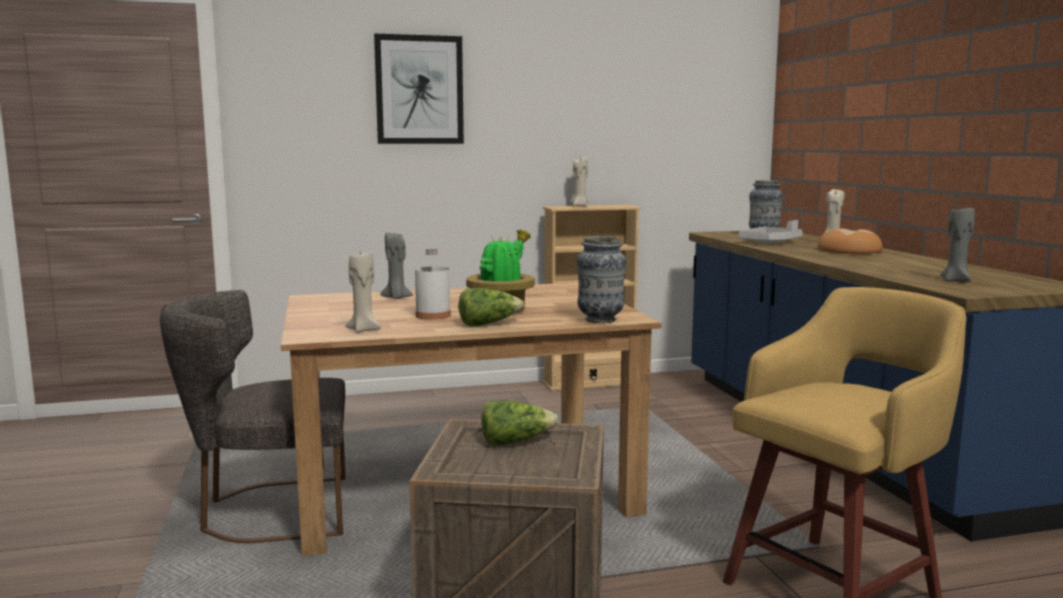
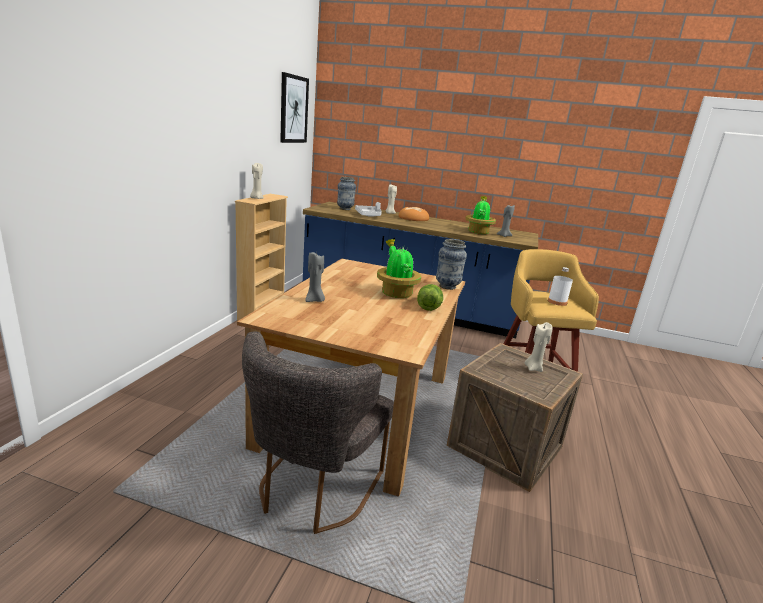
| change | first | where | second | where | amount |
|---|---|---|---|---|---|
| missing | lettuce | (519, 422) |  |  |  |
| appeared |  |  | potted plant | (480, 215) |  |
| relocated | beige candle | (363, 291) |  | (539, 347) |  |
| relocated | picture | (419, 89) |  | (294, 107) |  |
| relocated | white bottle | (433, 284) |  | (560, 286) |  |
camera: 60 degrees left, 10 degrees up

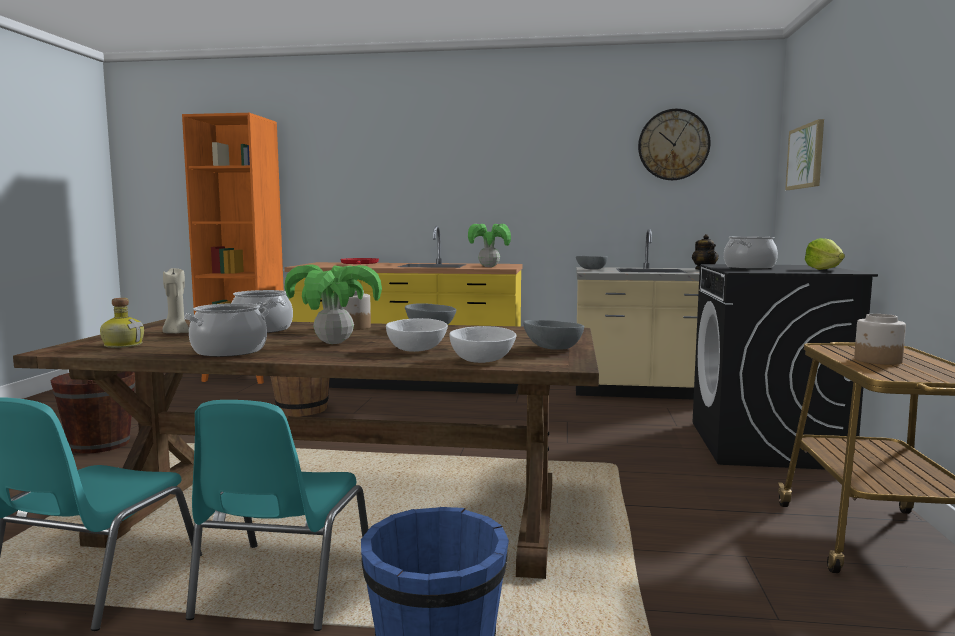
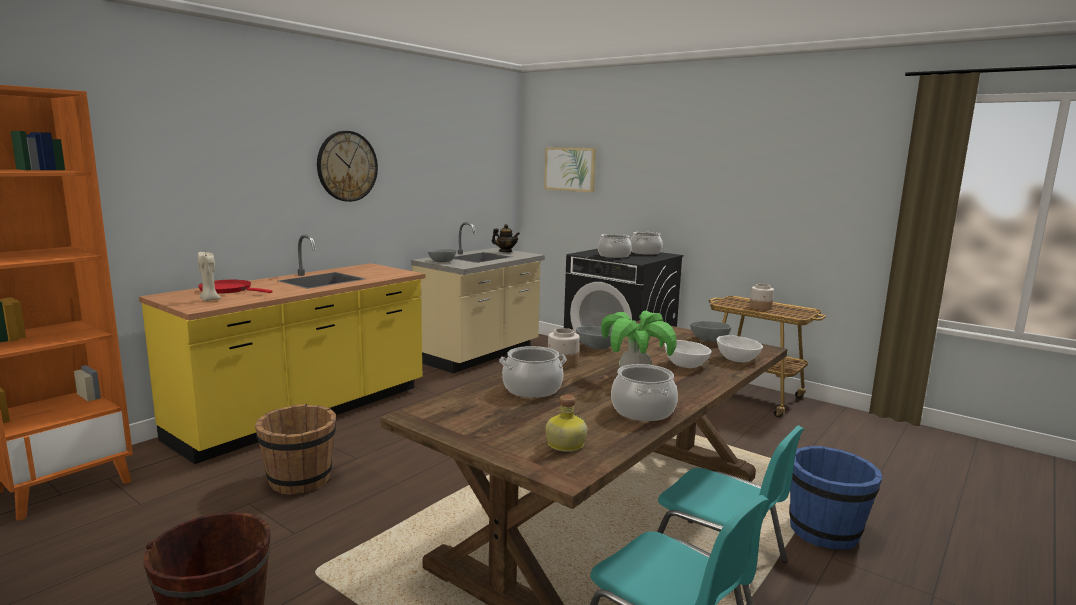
| change | first | where | second | where | amount |
|---|---|---|---|---|---|
| missing | potted plant | (489, 245) |  |  |  |
| relocated | beige candle | (175, 300) |  | (209, 276) |  |
| relocated | wall clock | (674, 144) |  | (347, 166) |  |
| exchanged | lettuce | (825, 254) | cooking pot | (646, 243) |  |
camera: 60 degrees left, 5 degrees up

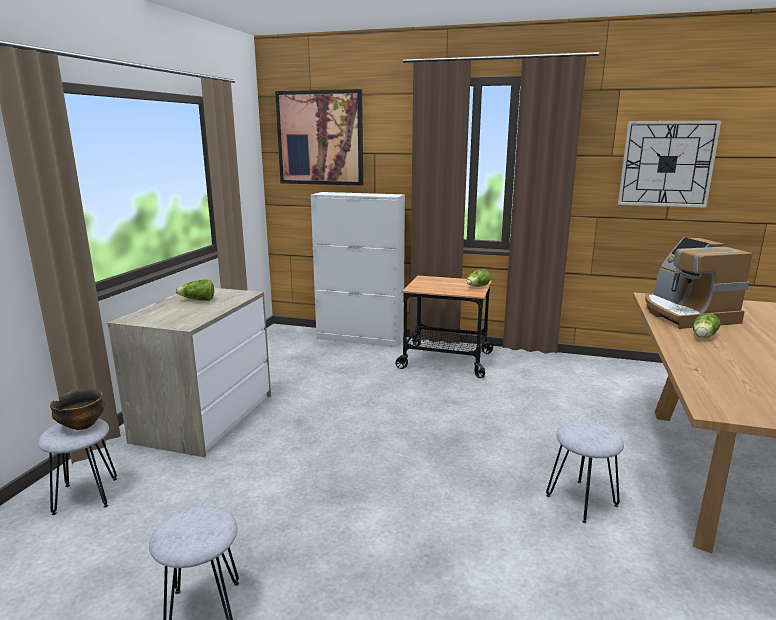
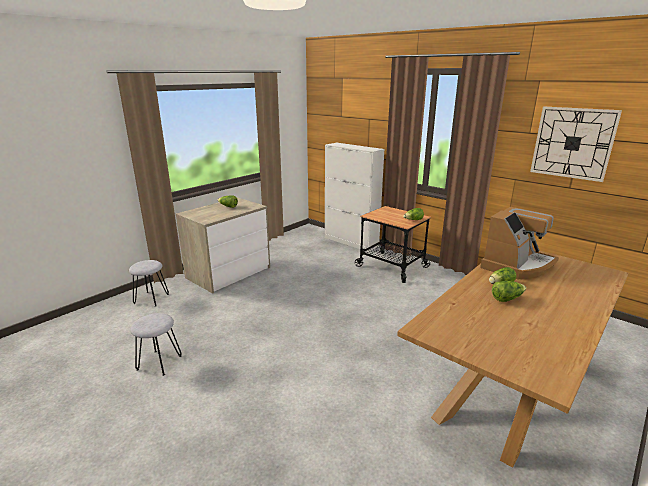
| change | first | where | second | where | amount |
|---|---|---|---|---|---|
| missing | bowl | (77, 409) |  |  |  |
| missing | picture | (319, 137) |  |  |  |
| missing | grey stool | (585, 472) |  |  |  |
| appeared |  |  | lettuce | (509, 291) |  |
| spun | coffee machine | (699, 283) |  | (519, 243) | 150 degrees counterclockwise |
camera: 25 degrees right, 5 degrees up

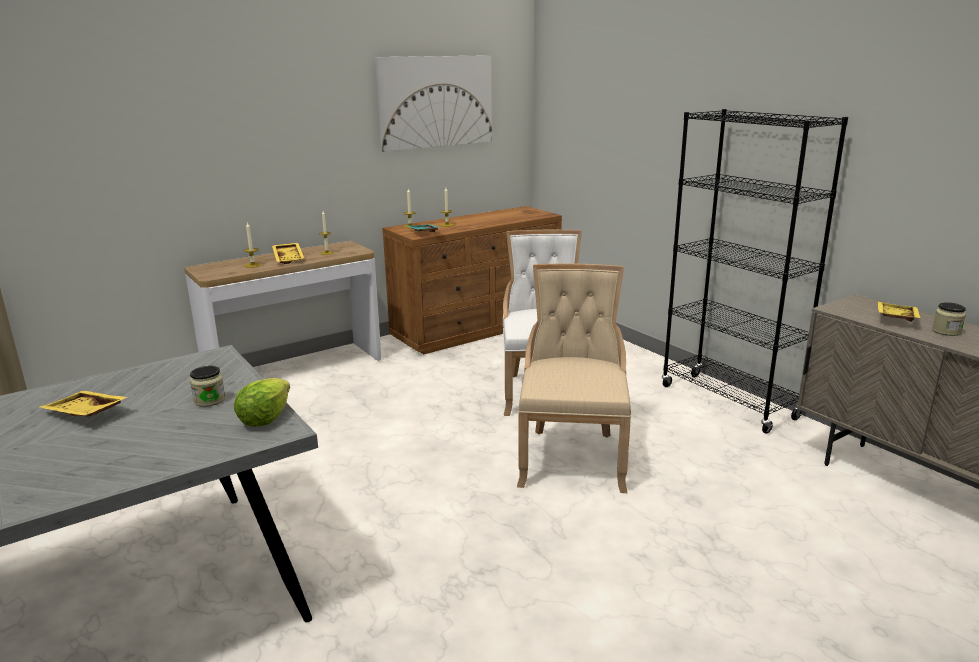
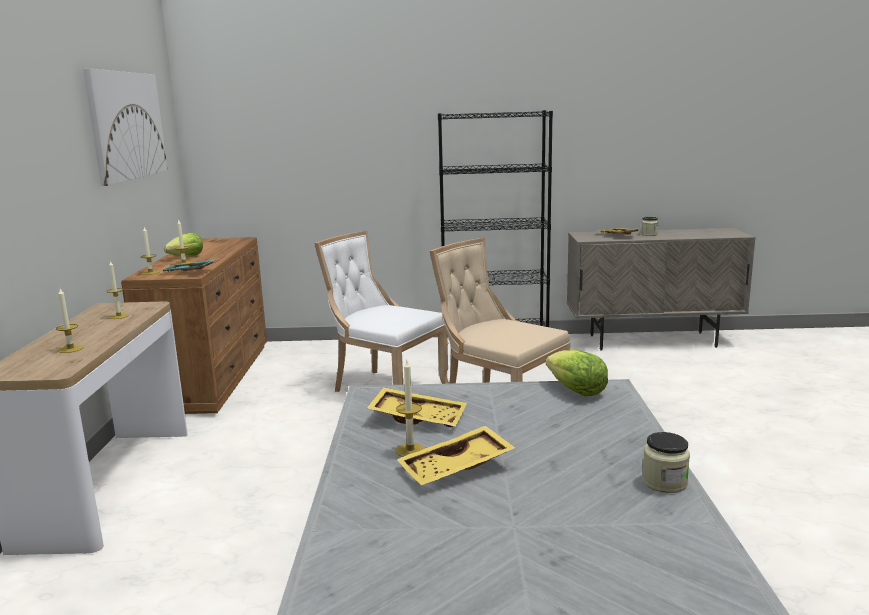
| change | first | where | second | where | amount |
|---|---|---|---|---|---|
| appeared |  |  | lettuce | (183, 245) |  |
| appeared |  |  | candle | (410, 408) |  |
| relocated | jar | (207, 386) |  | (666, 462) |  |
| relocated | yellow tray | (288, 253) |  | (417, 407) |  |
camera: 55 degrees left, 5 degrees down

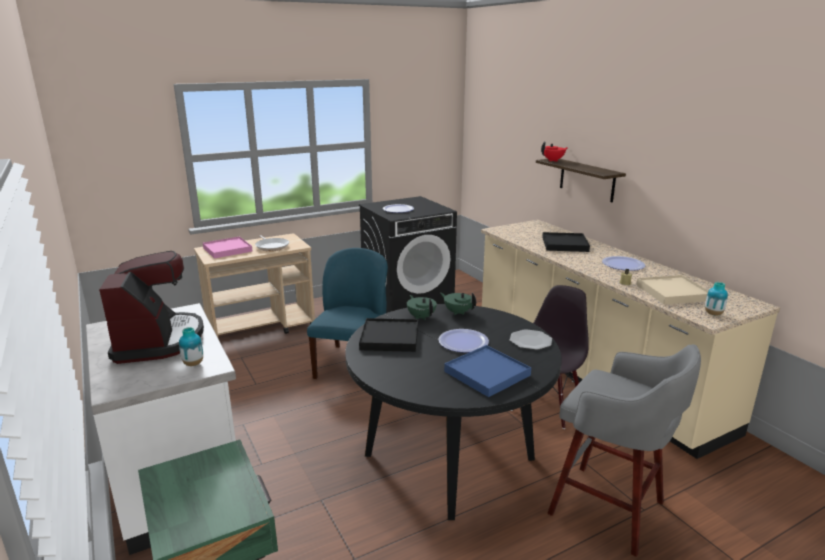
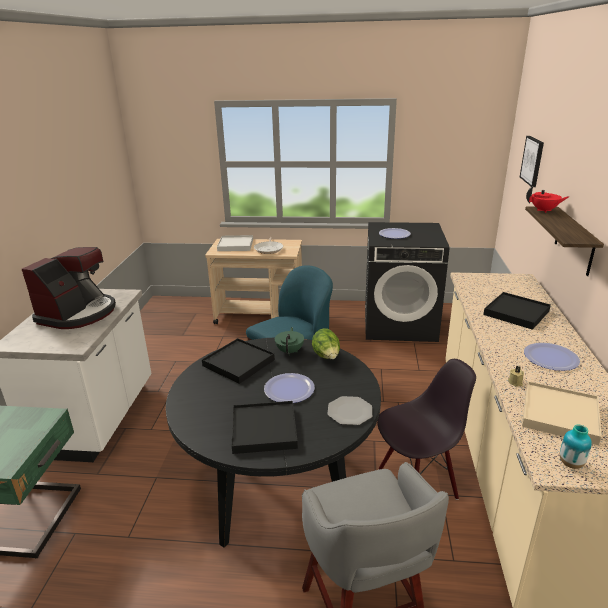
| change | first | where | second | where | amount |
|---|---|---|---|---|---|
| missing | vase | (191, 346) |  |  |  |
| appeared |  |  | picture | (532, 161) |  |
| exchanged | green teapot | (458, 304) | lettuce | (326, 343) |  |
| colour | pink tray | (228, 247) | white tray | (235, 243) |  |
| colour | blue tray | (487, 371) | black tray | (265, 427) |  |
camera: 35 degrees right, 5 degrees up

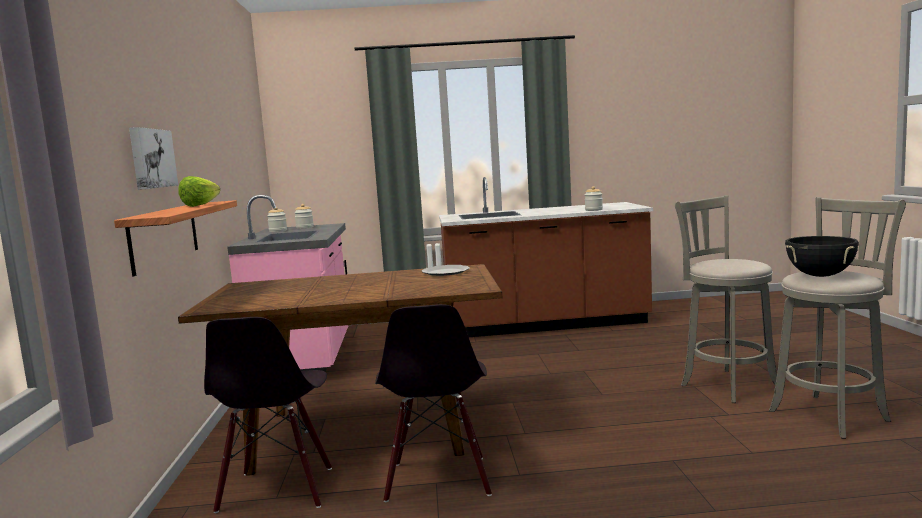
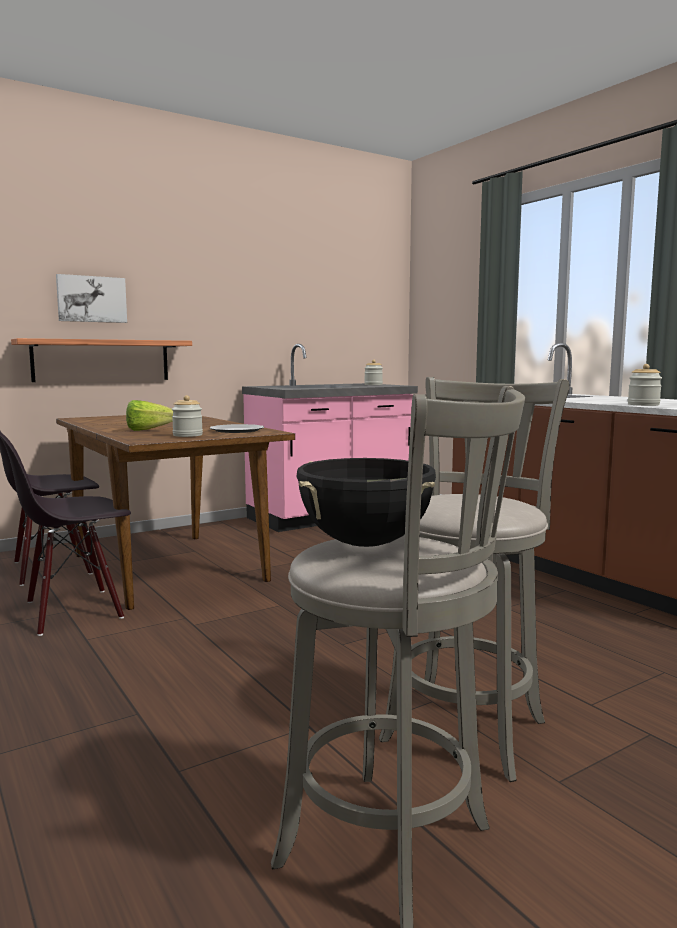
| change | first | where | second | where | amount |
|---|---|---|---|---|---|
| relocated | lettuce | (199, 191) |  | (149, 415) |  |
| relocated | jar | (277, 219) |  | (187, 416) |  |
camera: 60 degrees right, 0 degrees up

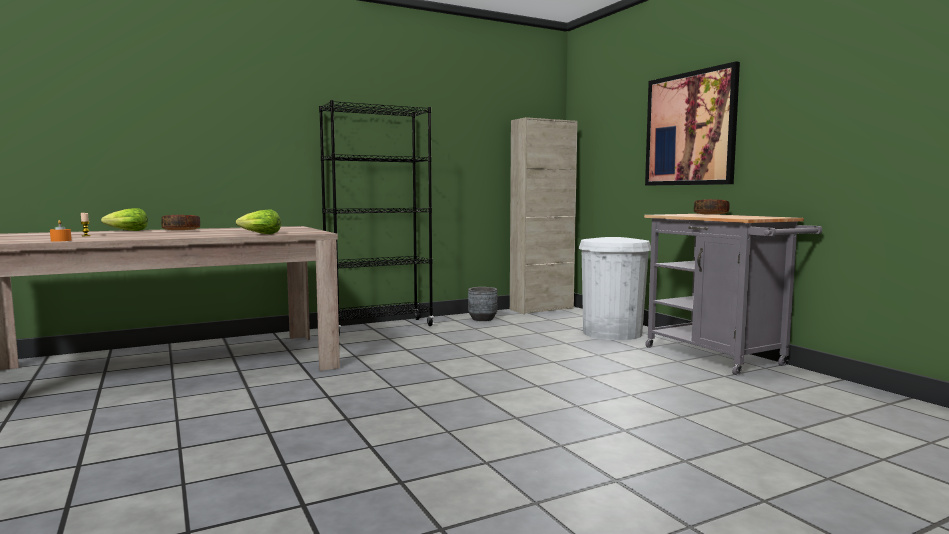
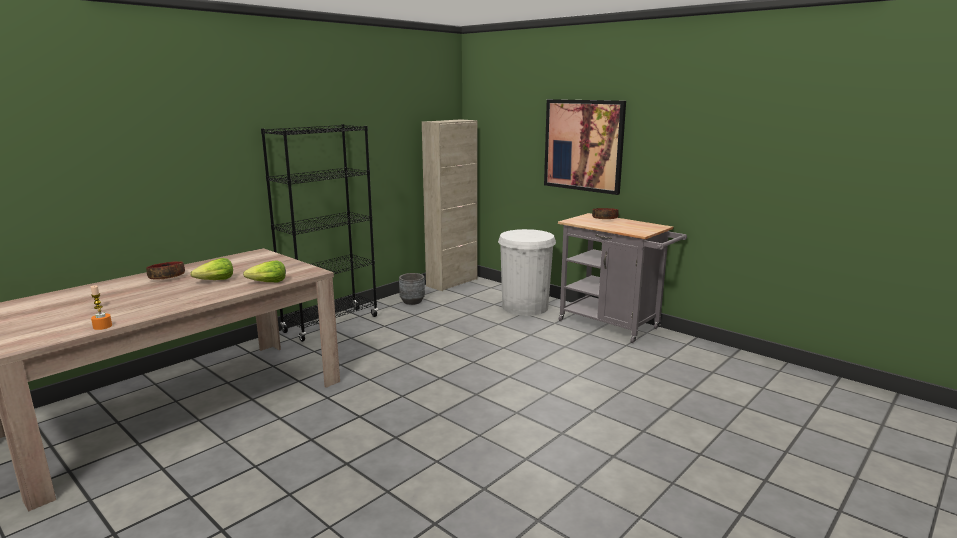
| change | first | where | second | where | amount |
|---|---|---|---|---|---|
| relocated | lettuce | (124, 219) |  | (211, 269) |  |
camera: 20 degrees left, 10 degrees up

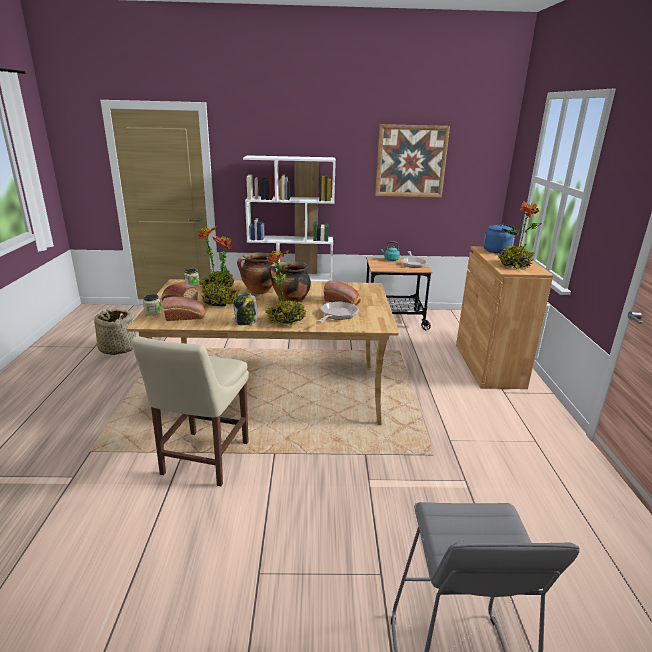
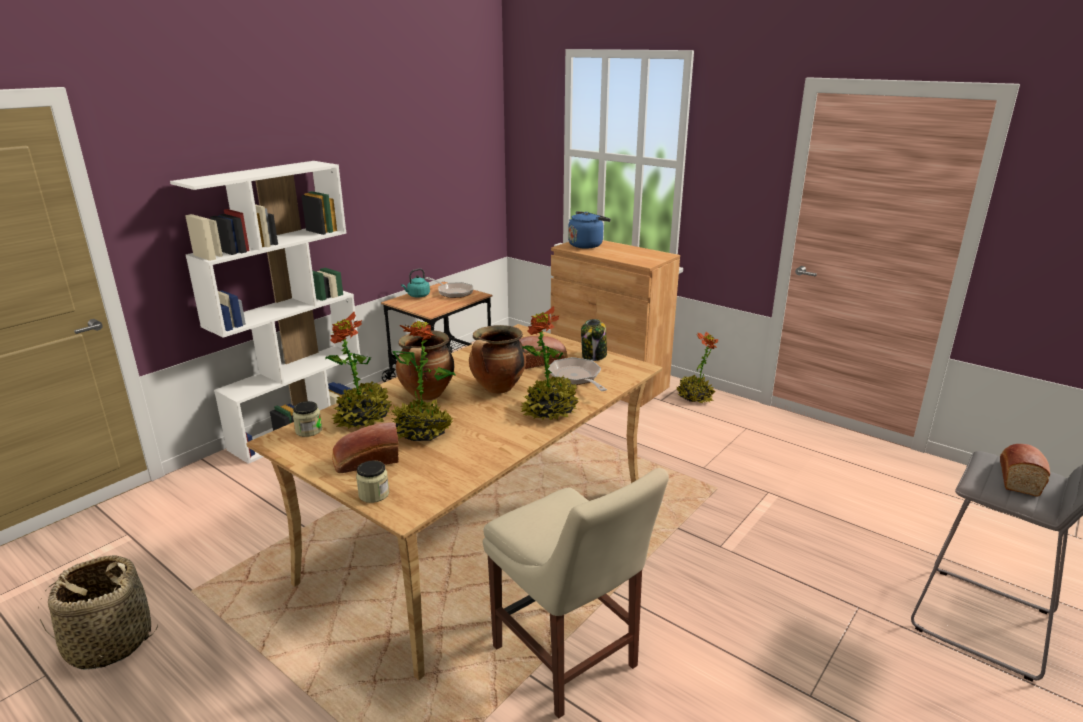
| change | first | where | second | where | amount |
|---|---|---|---|---|---|
| missing | picture | (412, 160) |  |  |  |
| relocated | bread | (184, 308) |  | (1025, 470) |  |
| relocated | jar | (245, 309) |  | (594, 340) |  |
| relocated | potted plant | (519, 235) |  | (697, 367) |  |
camera: 50 degrees left, 0 degrees up

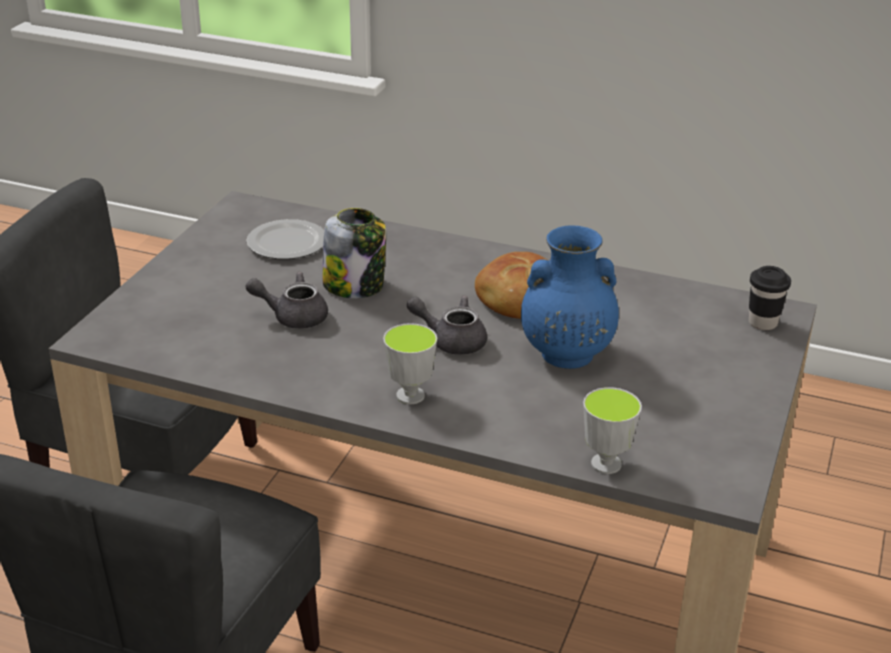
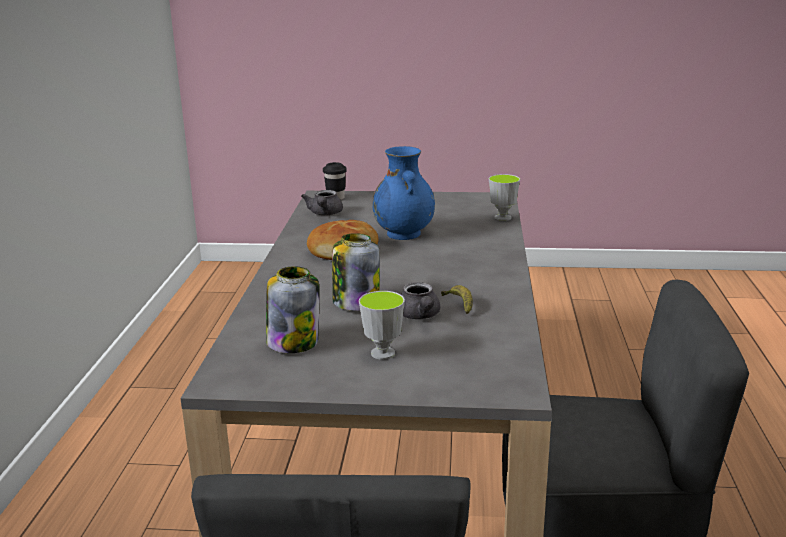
| change | first | where | second | where | amount |
|---|---|---|---|---|---|
| appeared |  |  | banana | (457, 299) |  |
| relocated | cup | (410, 363) |  | (382, 325) |  |
| relocated | grey teapot | (447, 325) |  | (322, 202) |  |
| exchanged | plate | (285, 239) | jar | (292, 309) |  |
camera: 105 degrees left, 10 degrees down

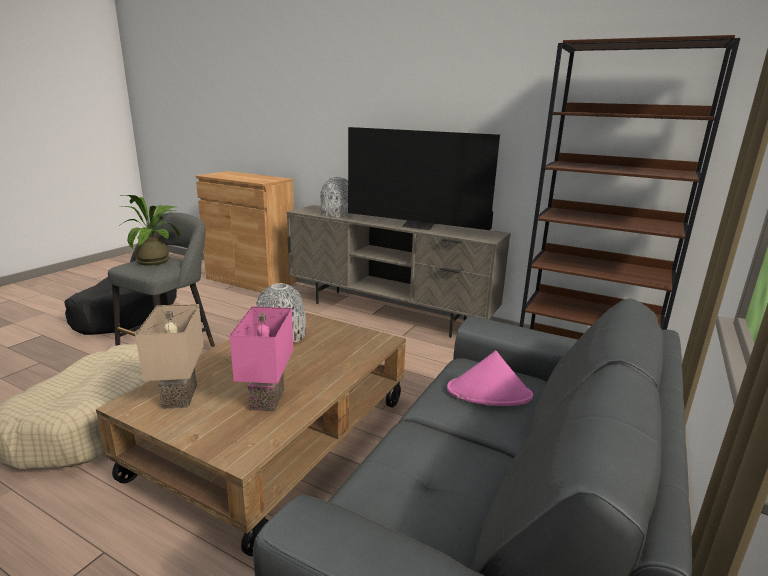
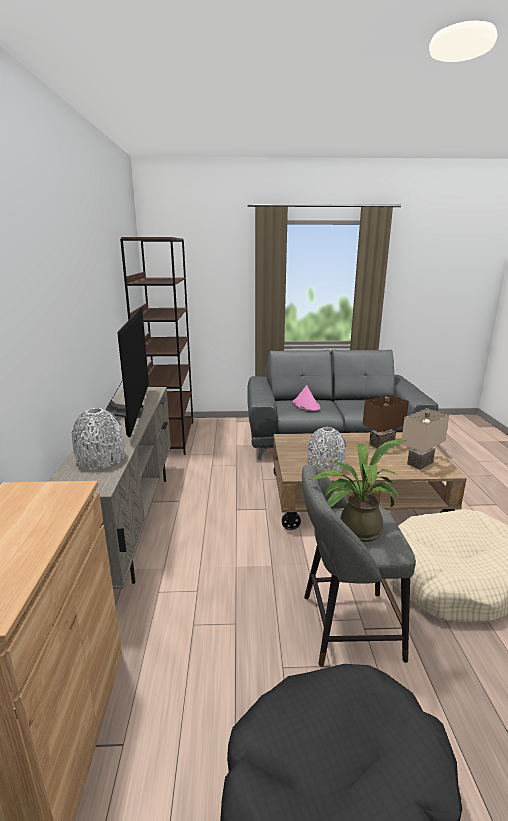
| change | first | where | second | where | amount |
|---|---|---|---|---|---|
| colour | pink table lamp | (261, 358) | brown table lamp | (386, 421) |  |
camera: 120 degrees left, 0 degrees up

